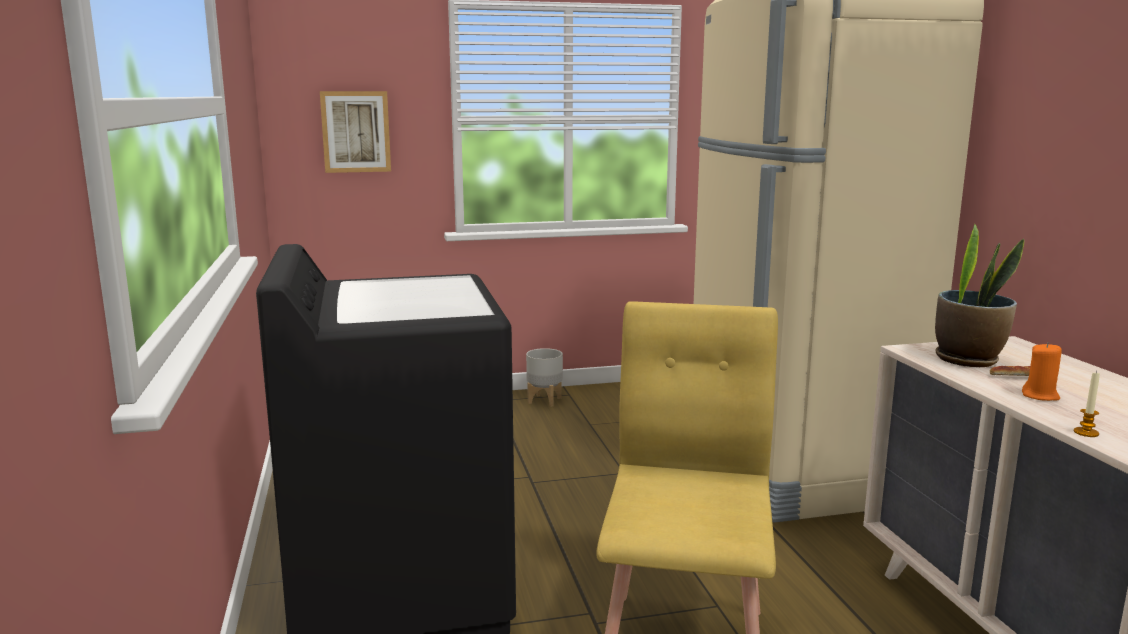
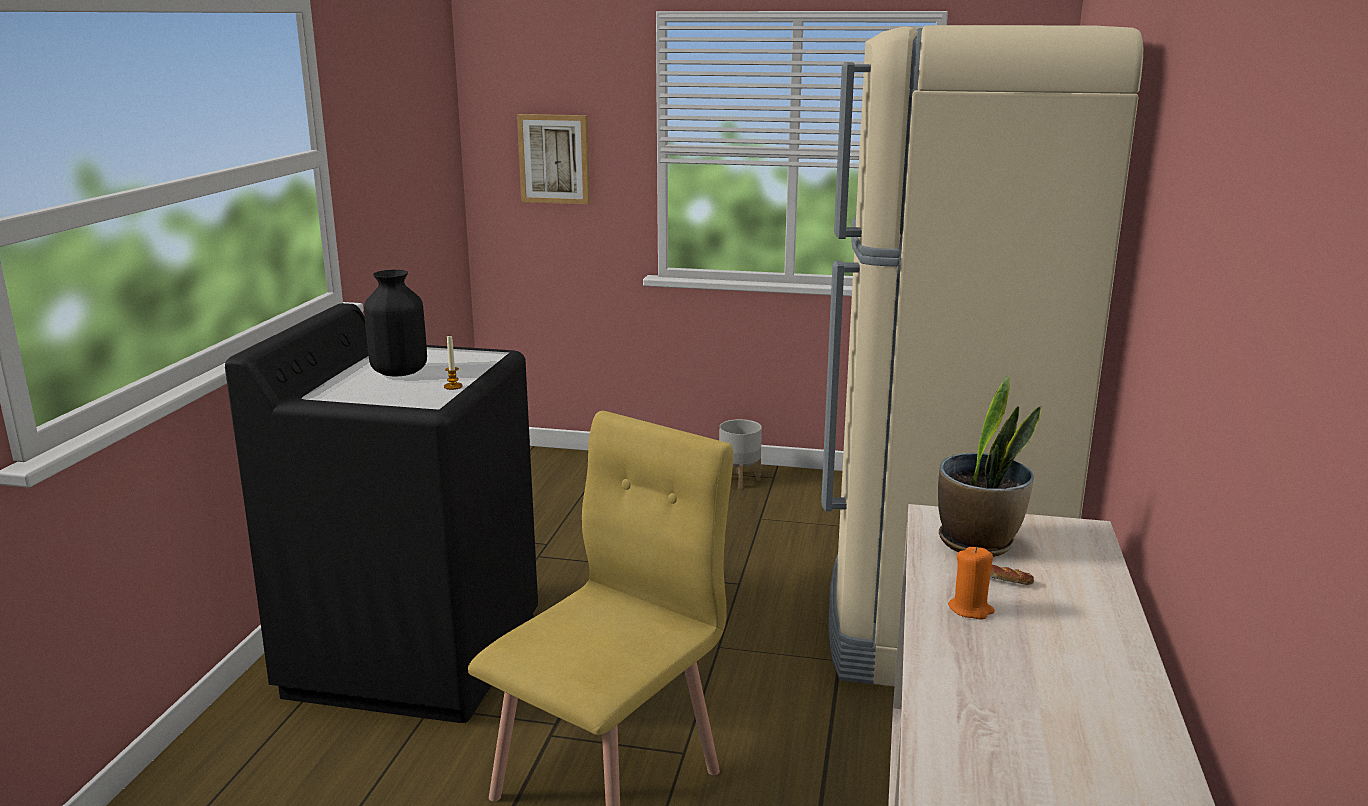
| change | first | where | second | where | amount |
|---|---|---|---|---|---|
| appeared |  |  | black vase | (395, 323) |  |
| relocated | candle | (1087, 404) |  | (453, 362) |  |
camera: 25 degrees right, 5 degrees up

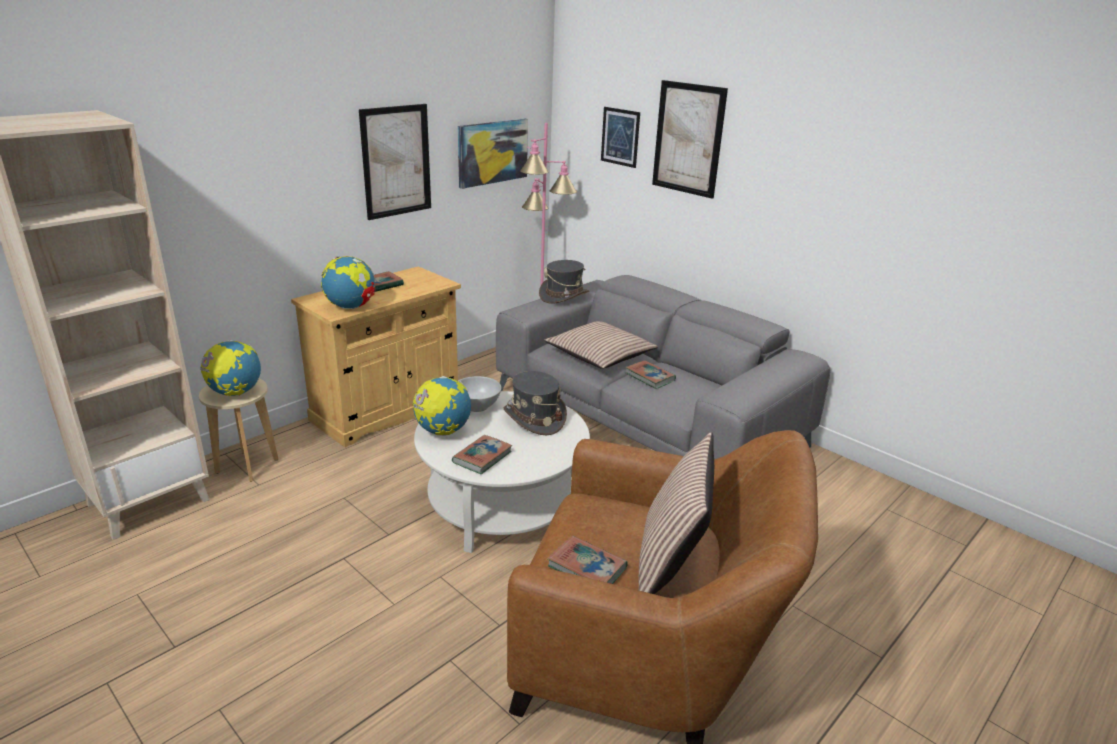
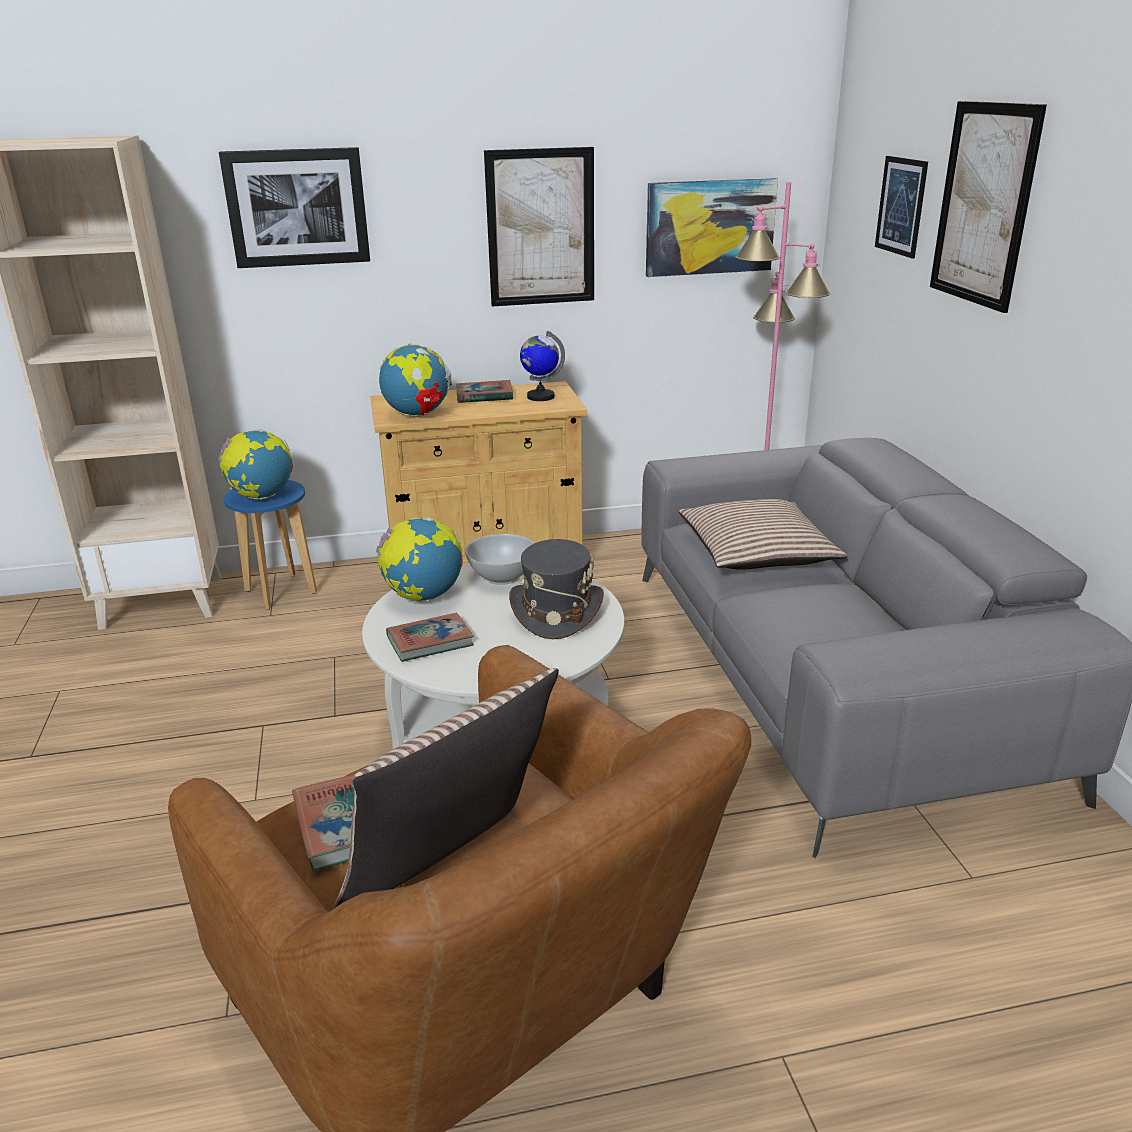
| change | first | where | second | where | amount |
|---|---|---|---|---|---|
| missing | grey hat | (564, 282) |  |  |  |
| missing | book | (651, 374) |  |  |  |
| appeared |  |  | picture | (294, 207) |  |
| appeared |  |  | globe | (542, 366) |  |
| colour | beige stool | (239, 430) | blue stool | (270, 545) |  |
camera: 35 degrees right, 0 degrees up

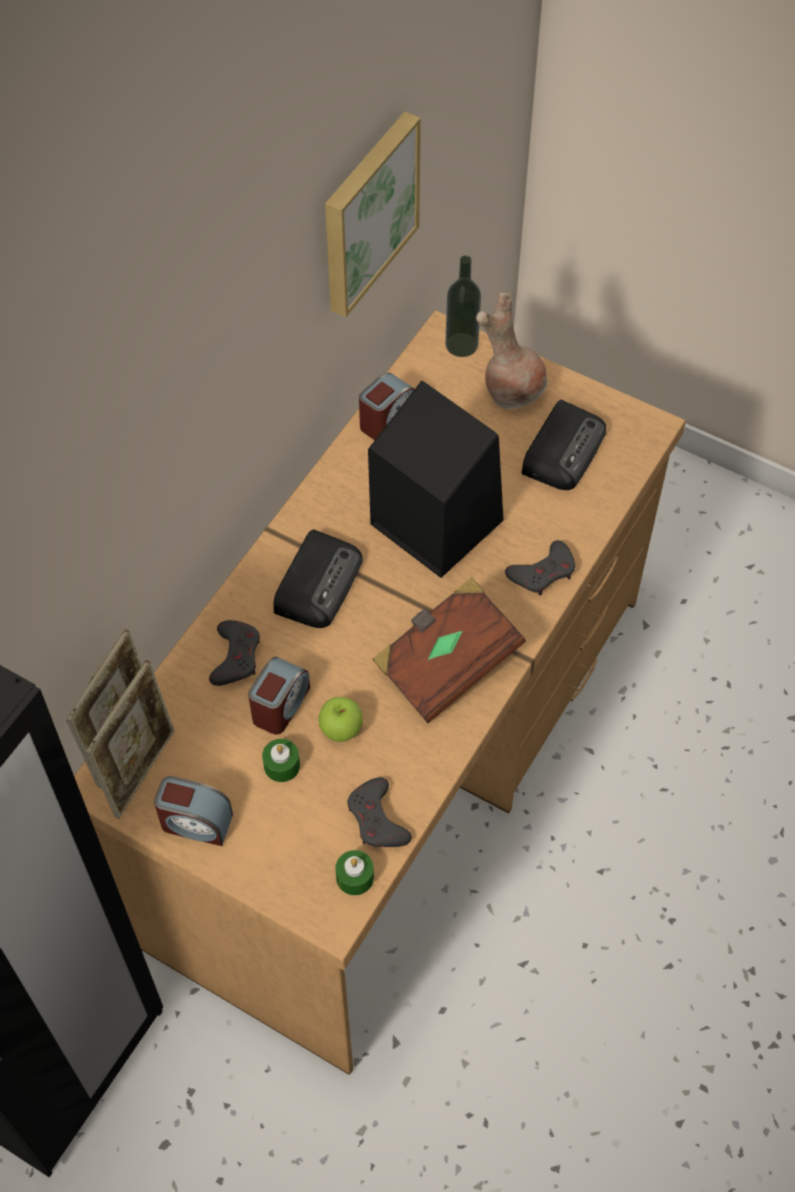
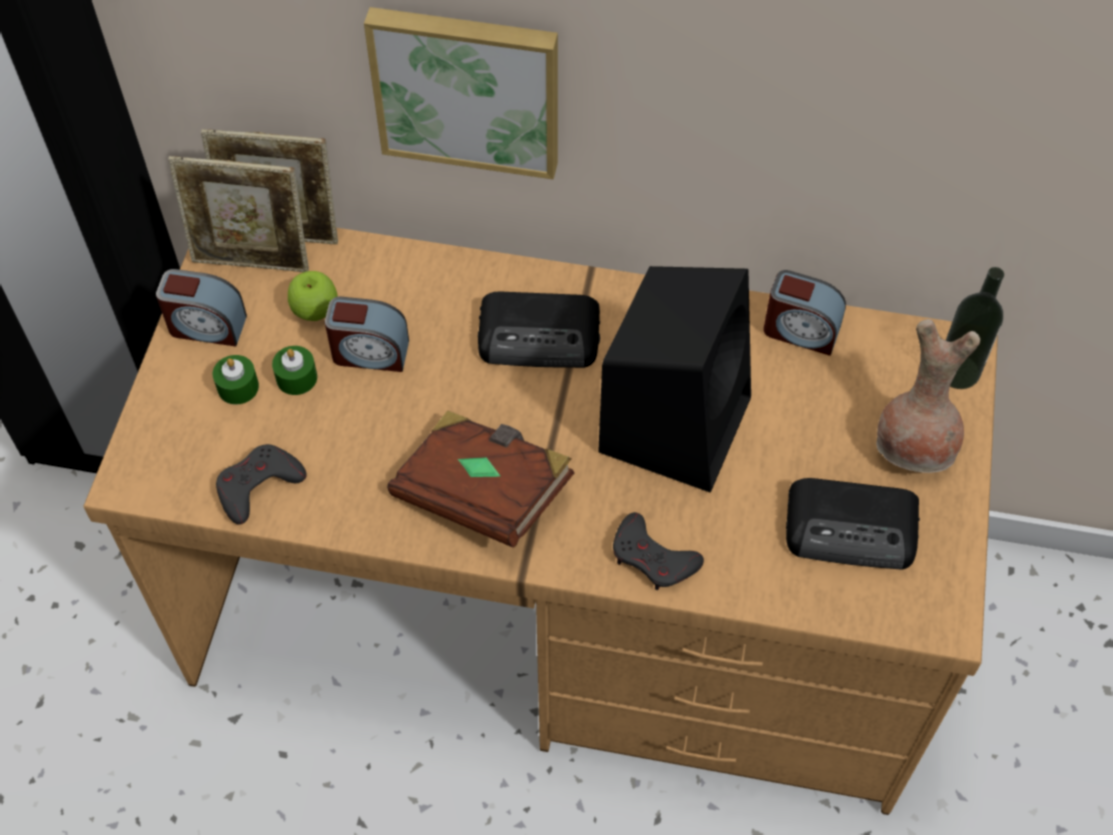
| change | first | where | second | where | amount |
|---|---|---|---|---|---|
| missing | grey game controller | (234, 653) |  |  |  |
| relocated | apple | (341, 719) |  | (313, 296) |  |
| relocated | picture | (373, 214) |  | (461, 93) |  |
| relocated | green candle | (354, 872) |  | (236, 380) |  |
| spun | alarm clock | (193, 811) |  | (201, 307) | 75 degrees counterclockwise |
camera: 70 degrees right, 0 degrees up

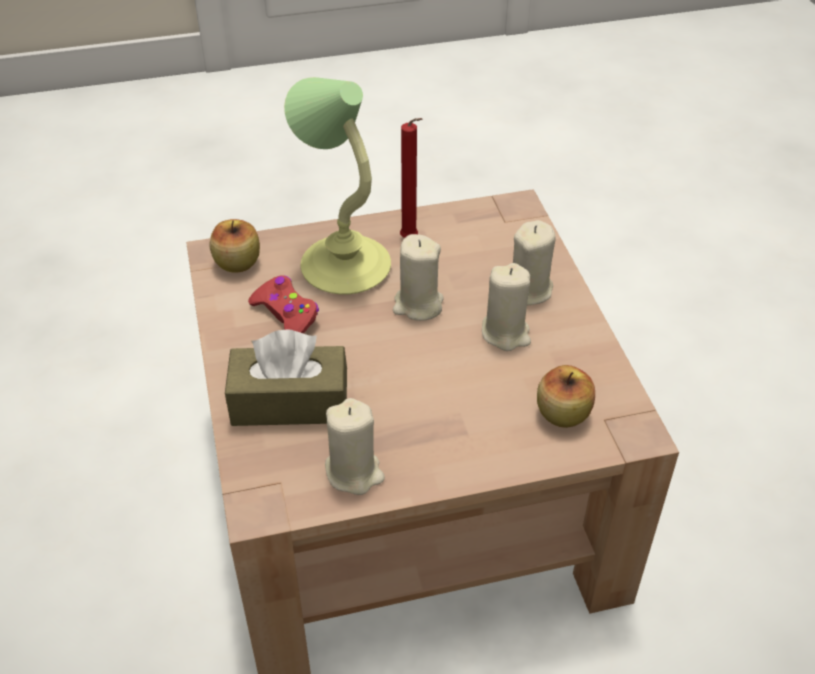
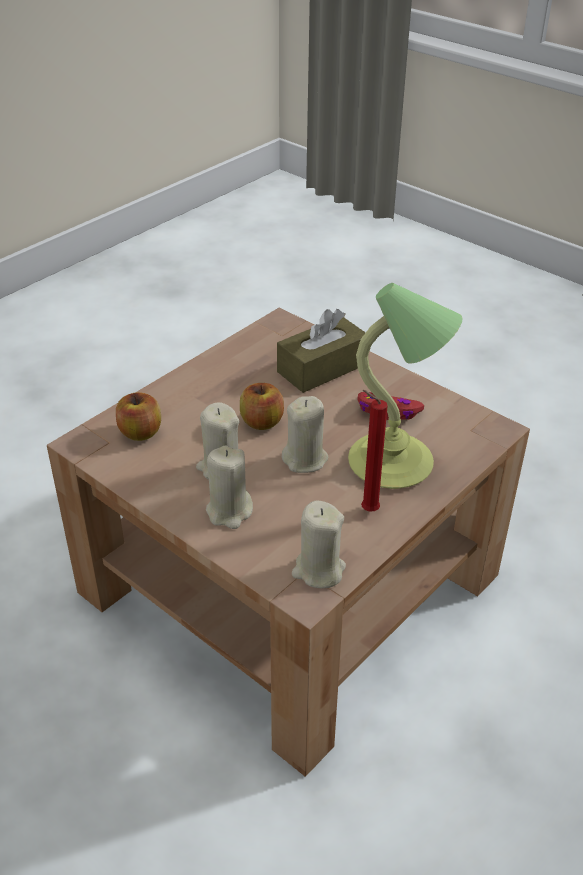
| change | first | where | second | where | amount |
|---|---|---|---|---|---|
| relocated | apple | (235, 246) |  | (262, 406) |  |
| relocated | beige candle | (355, 446) |  | (319, 544) |  |
camera: 145 degrees right, 5 degrees down

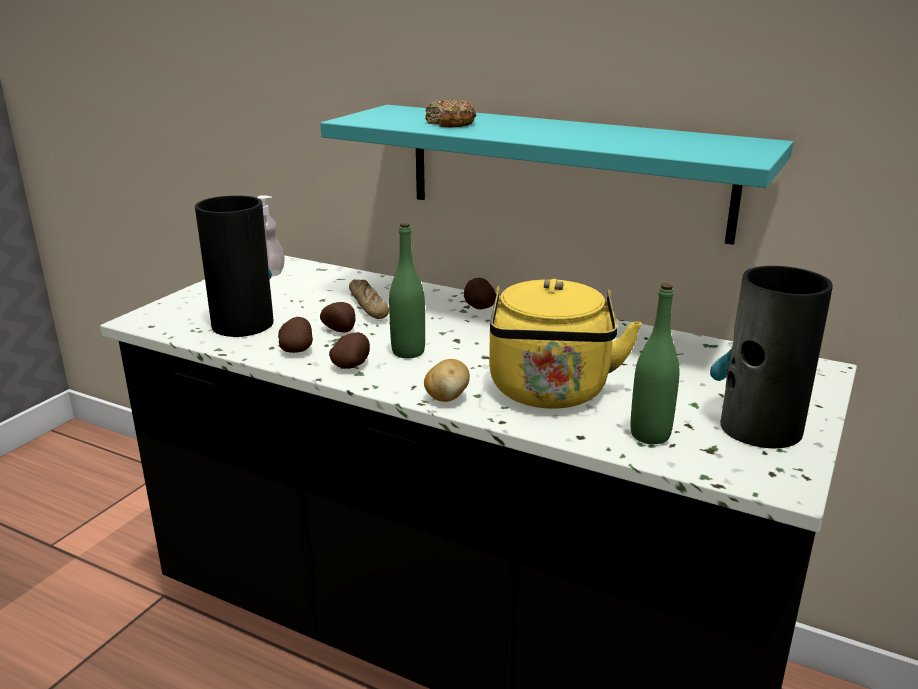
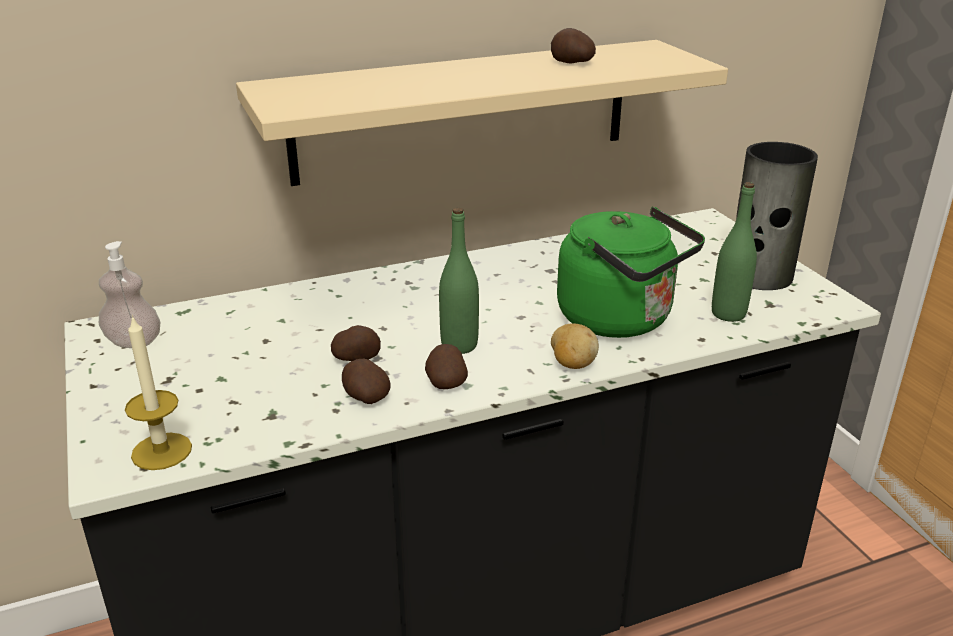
| change | first | where | second | where | amount |
|---|---|---|---|---|---|
| missing | vase | (234, 266) |  |  |  |
| missing | bread | (369, 299) |  |  |  |
| missing | donut | (450, 113) |  |  |  |
| appeared |  |  | candle | (158, 392) |  |
| relocated | potato | (480, 293) |  | (573, 45) |  |
| colour | turquoise shelf | (556, 175) | beige shelf | (482, 113) |  |
| colour | yellow kettle | (565, 344) | green kettle | (631, 272) |  |
camera: 50 degrees left, 5 degrees up

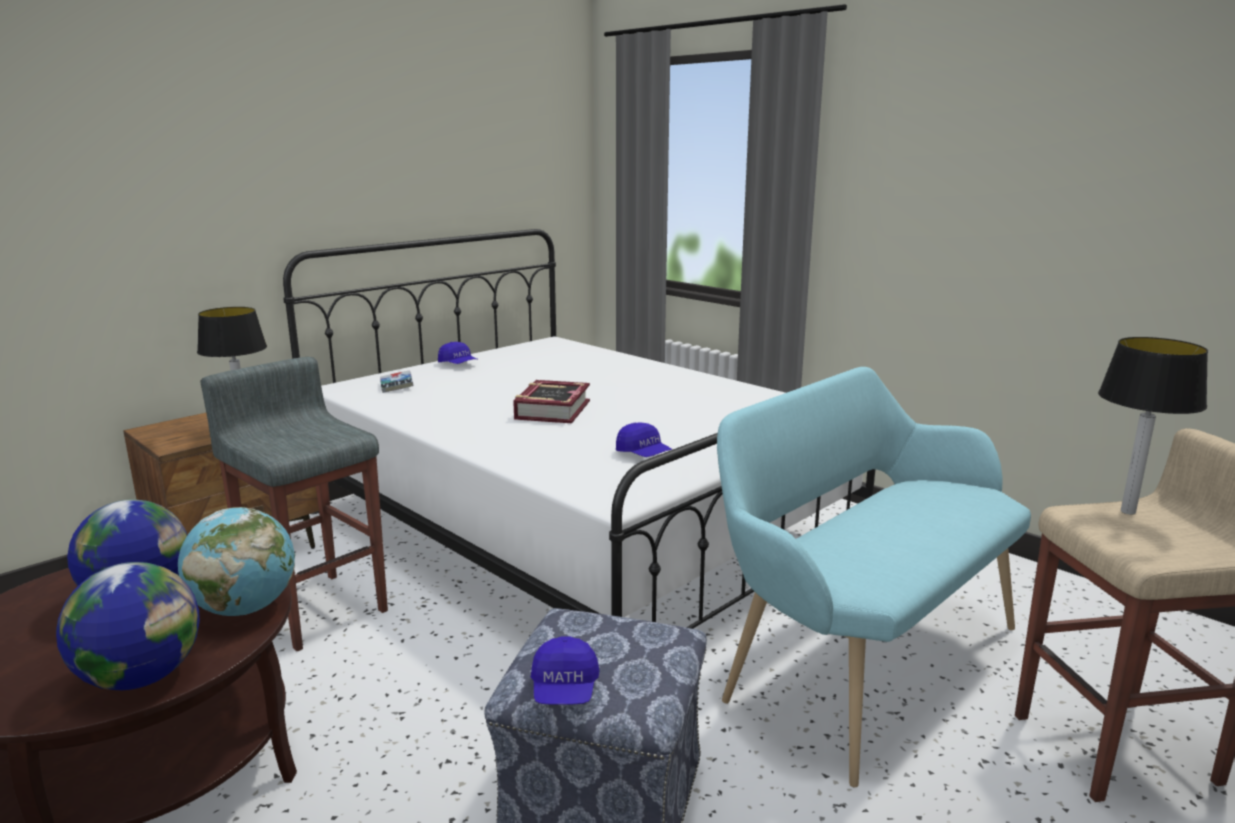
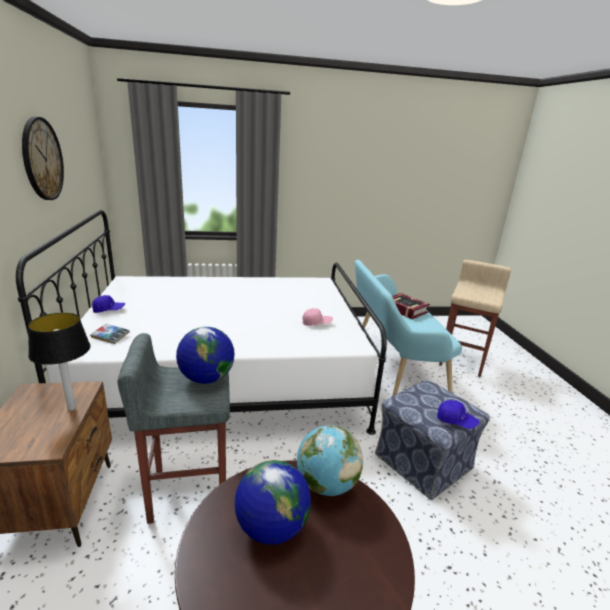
| change | first | where | second | where | amount |
|---|---|---|---|---|---|
| missing | table lamp | (1153, 426) |  |  |  |
| appeared |  |  | wall clock | (43, 158) |  |
| relocated | globe | (128, 626) |  | (205, 355) |  |
| relocated | book | (551, 401) |  | (411, 306) |  |
| colour | blue cap | (644, 439) | pink cap | (317, 317) |  |
camera: 55 degrees left, 5 degrees up

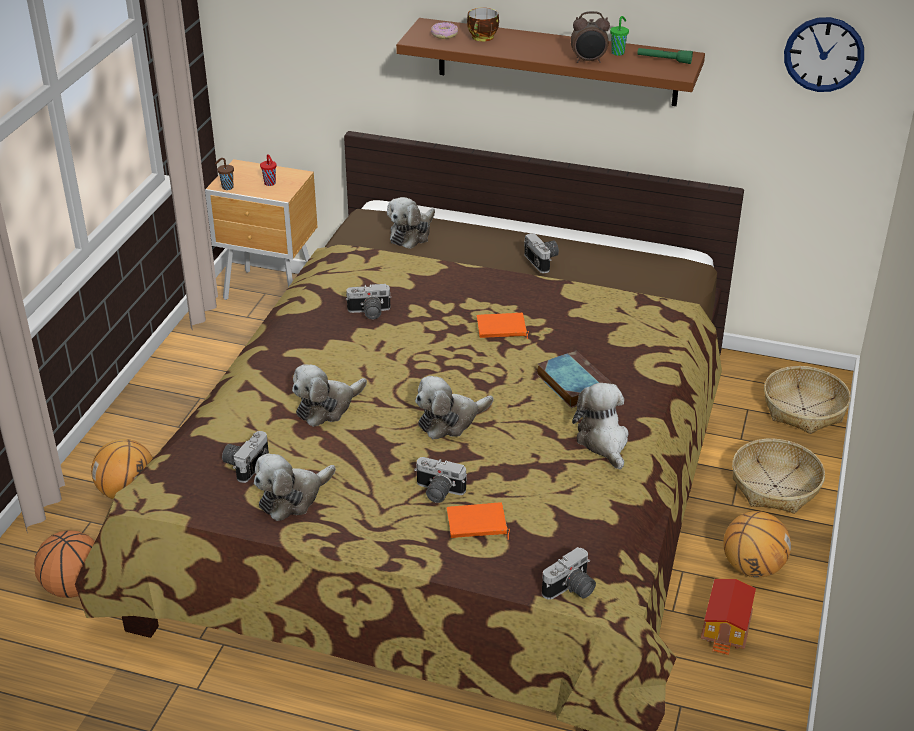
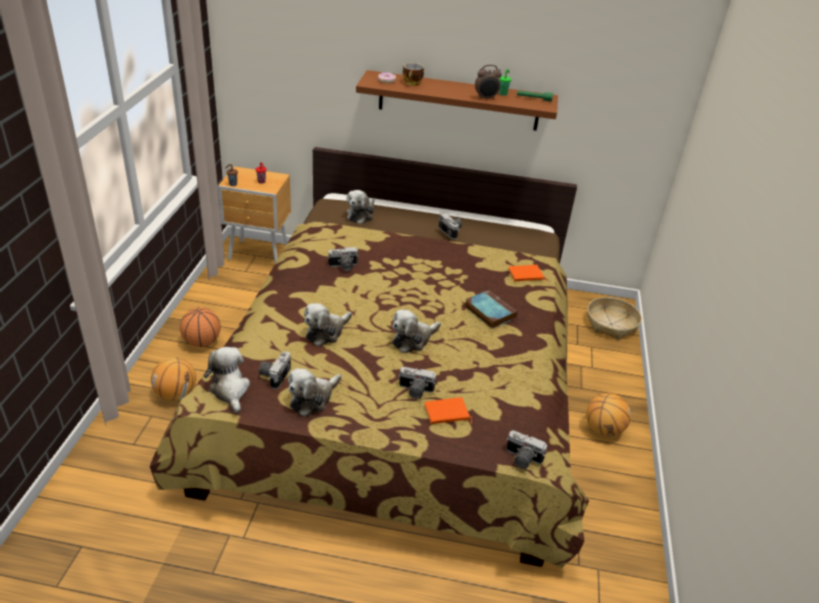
| change | first | where | second | where | amount |
|---|---|---|---|---|---|
| missing | toy house | (728, 617) |  |  |  |
| missing | basket | (778, 476) |  |  |  |
| missing | wall clock | (824, 54) |  |  |  |
| relocated | basketball | (64, 564) |  | (200, 327) |  |
| relocated | orange book | (502, 326) |  | (527, 273) |  |
| relocated | plush toy | (600, 426) |  | (227, 380) |  |
| spun | photo camera | (569, 573) |  | (526, 449) | 75 degrees clockwise |
camera: 10 degrees left, 0 degrees up

